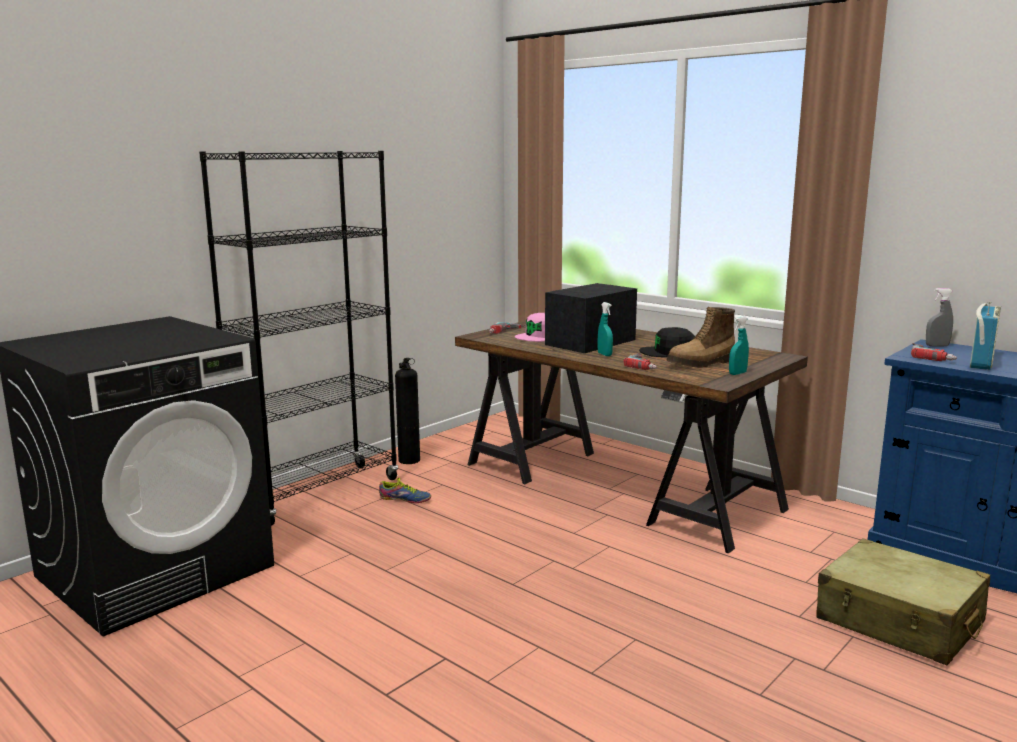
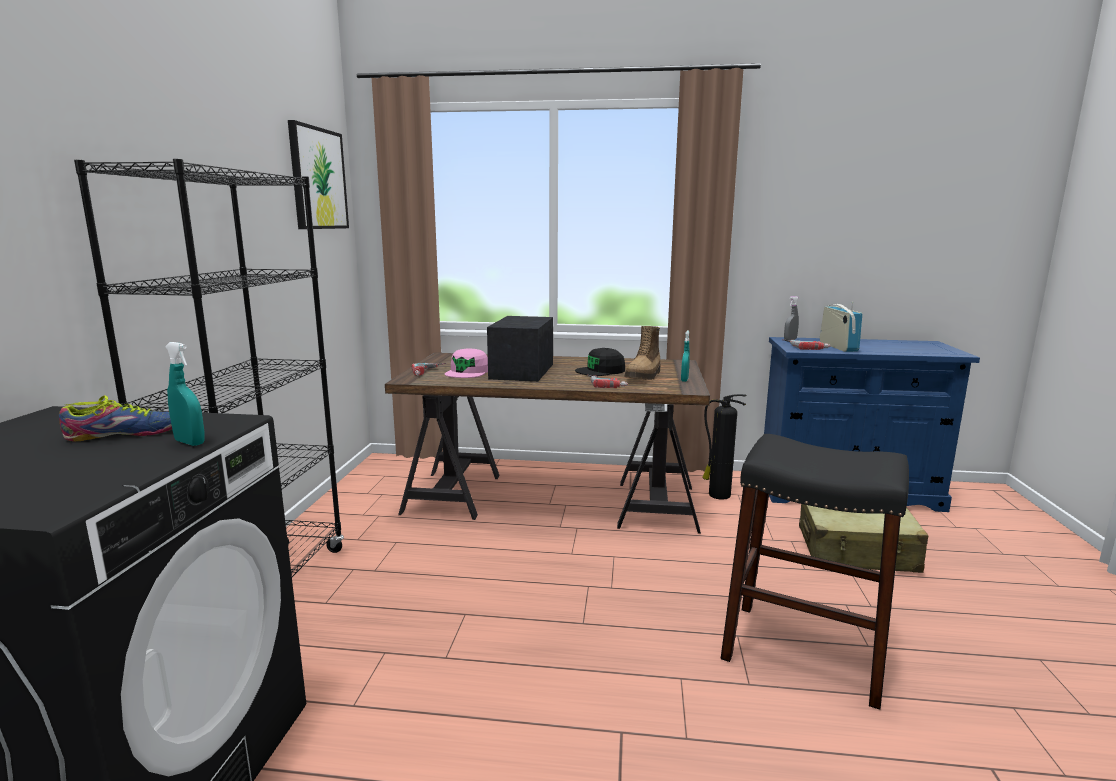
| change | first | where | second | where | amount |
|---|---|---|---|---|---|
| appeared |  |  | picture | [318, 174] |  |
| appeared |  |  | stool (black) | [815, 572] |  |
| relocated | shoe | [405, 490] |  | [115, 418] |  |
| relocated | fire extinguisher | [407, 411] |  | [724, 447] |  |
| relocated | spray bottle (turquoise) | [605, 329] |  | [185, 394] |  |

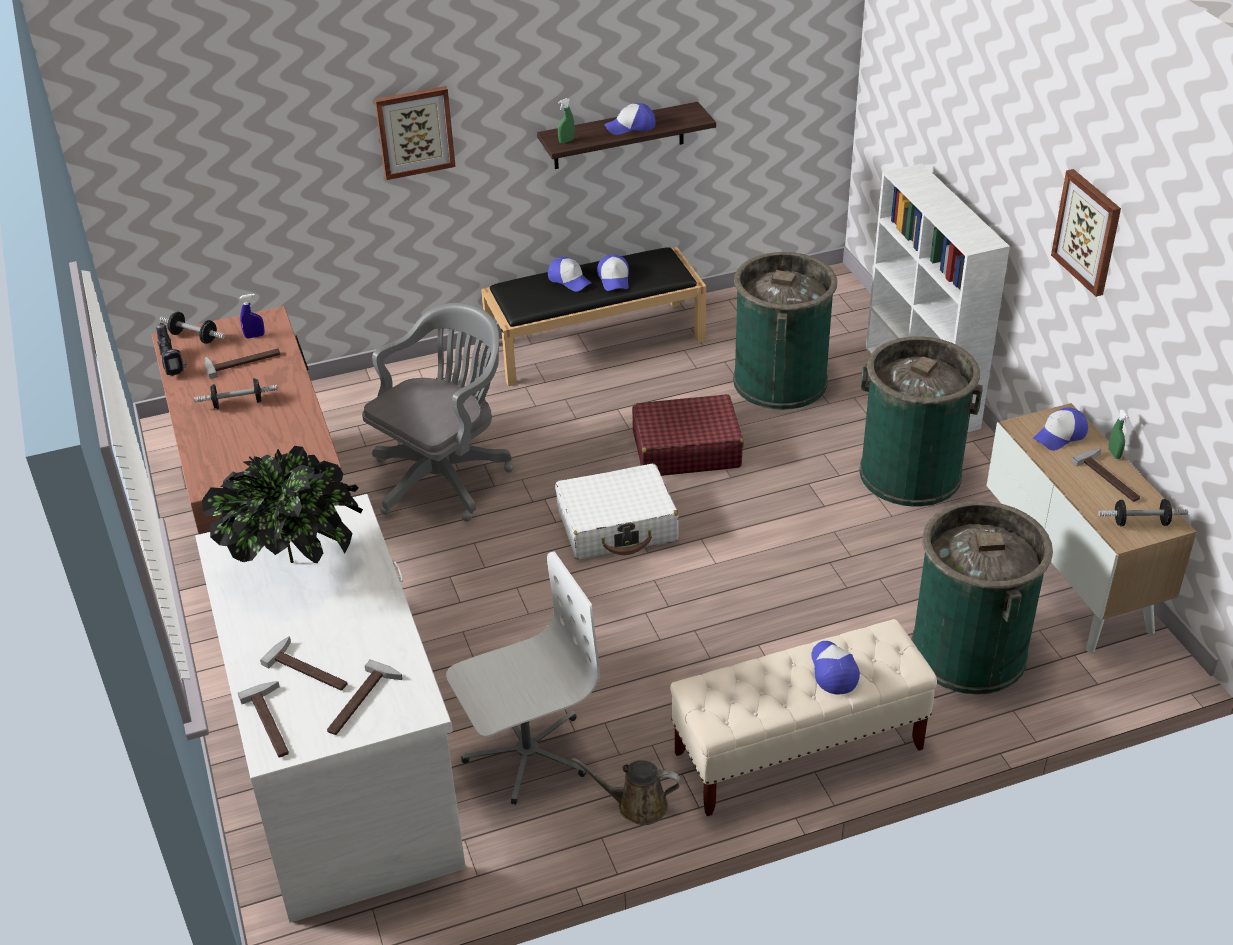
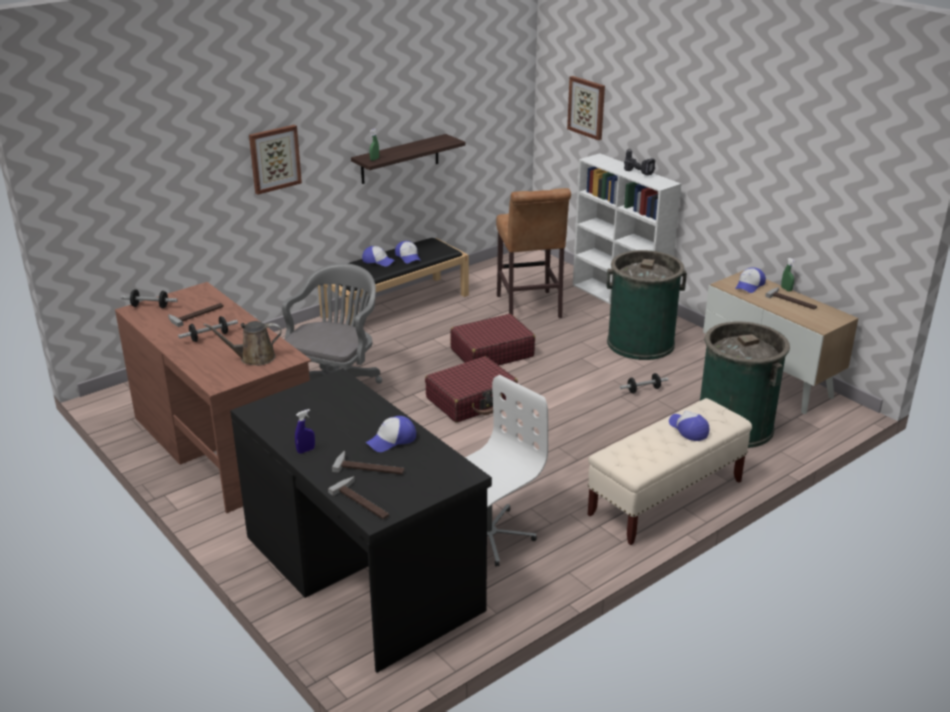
| change | first | where | second | where | amount |
|---|---|---|---|---|---|
| missing | potted plant | [282, 504] |  |  |  |
| missing | hammer | [365, 697] |  |  |  |
| relocated | power drill | [171, 349] |  | [639, 162] |  |
| relocated | spray bottle (blue) | [252, 316] |  | [305, 431] |  |
| relocated | watering can (brown) | [626, 791] |  | [242, 343] |  |
| relocated | cap | [630, 119] |  | [391, 434] |  |
| relocated | picture | [1086, 233] |  | [586, 108] |  |
| relocated | dumbbell | [1143, 513] |  | [644, 383] |  |
| exchanged | trash can (green) | [785, 331] | stool (brown) | [533, 253] |  |
| colour | desk (white) | [330, 708] | desk (black) | [361, 520] |  |
| colour | suitcase (white) | [617, 512] | suitcase (red) | [471, 389] |  |

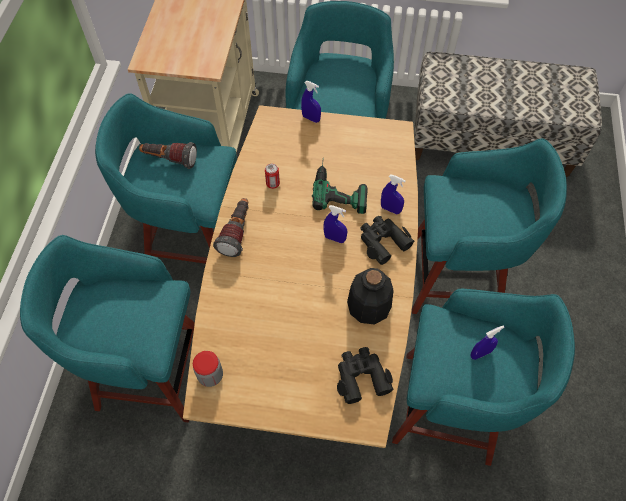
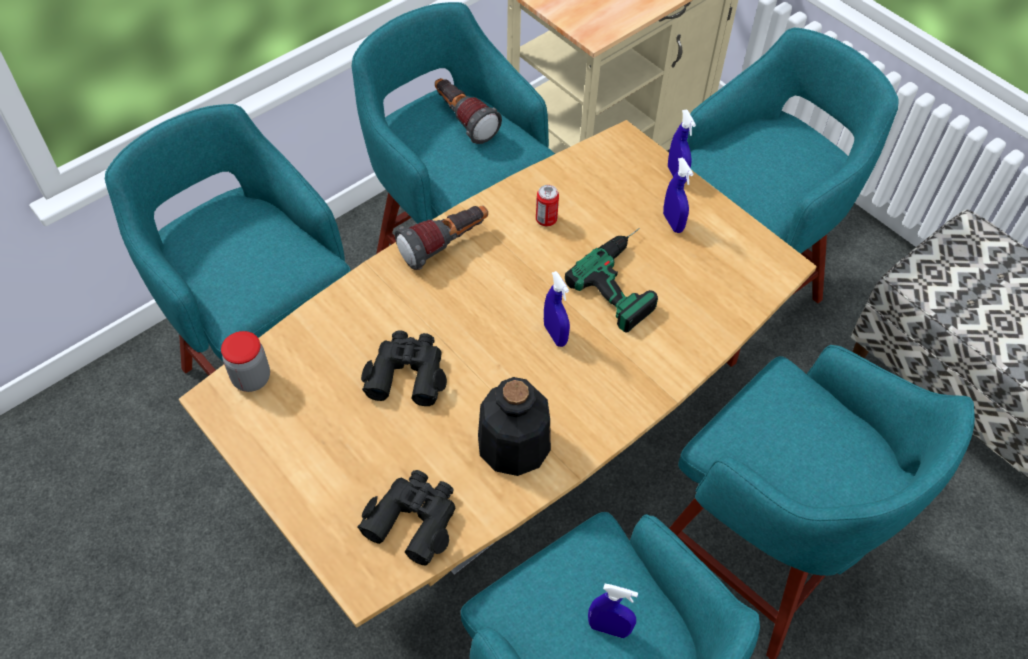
| change | first | where | second | where | amount |
|---|---|---|---|---|---|
| relocated | binoculars (black) | [387, 240] |  | [404, 368] |  |
| relocated | spray bottle (blue) | [393, 194] |  | [678, 195] |  |

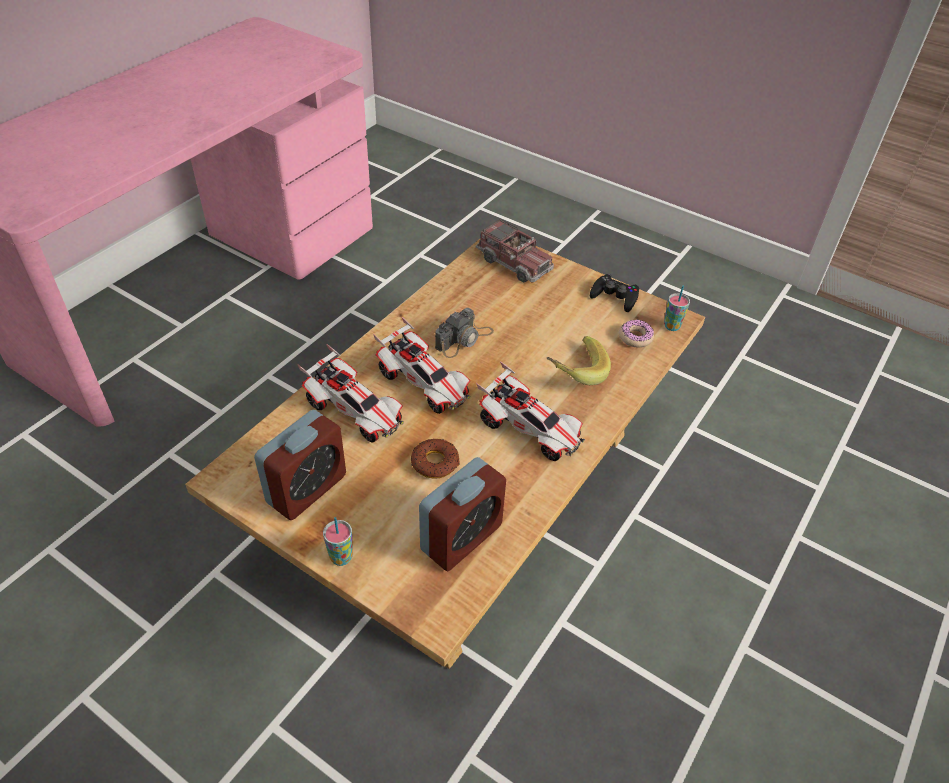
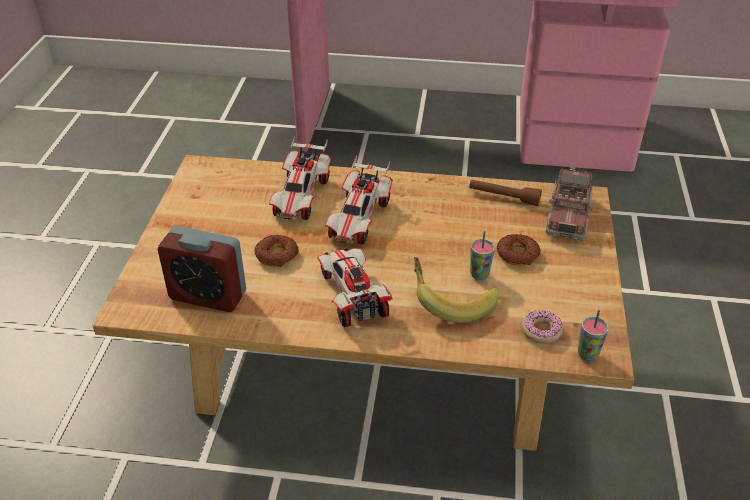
| change | first | where | second | where | amount |
|---|---|---|---|---|---|
| missing | alarm clock | [300, 465] |  |  |  |
| missing | photo camera | [464, 333] |  |  |  |
| missing | game controller (black) | [614, 293] |  |  |  |
| appeared |  |  | flashlight (brown) | [505, 192] |  |
| appeared |  |  | donut | [519, 250] |  |
| relocated | cup | [338, 541] |  | [482, 255] |  |
| spun | toy car | [530, 411] |  | [355, 287] | 150 degrees clockwise |

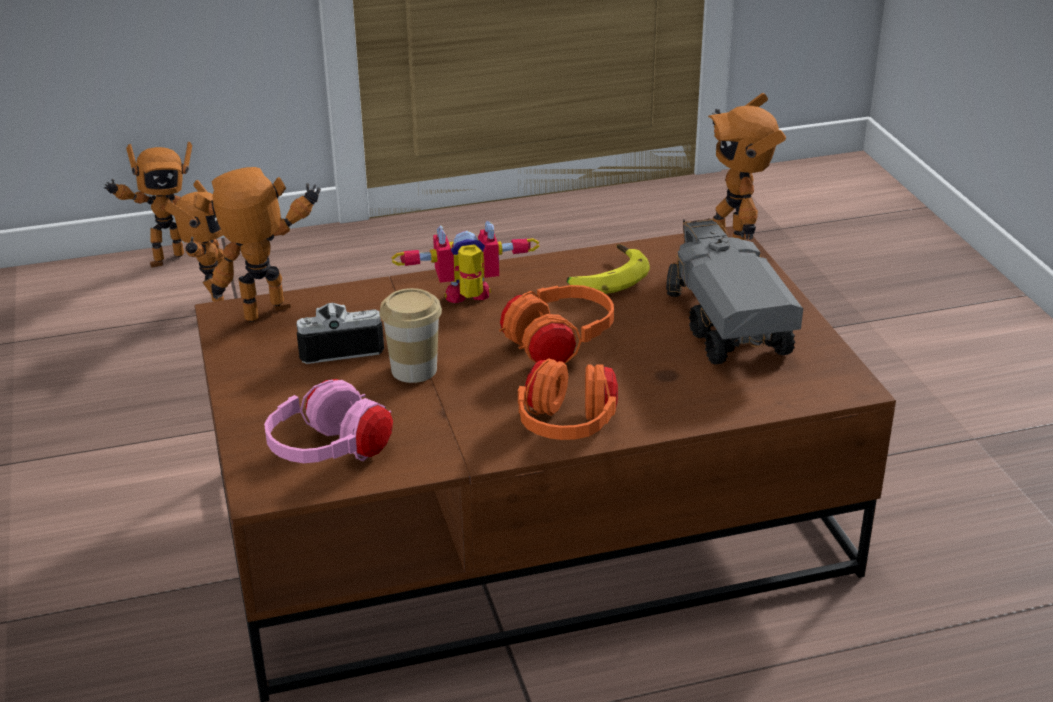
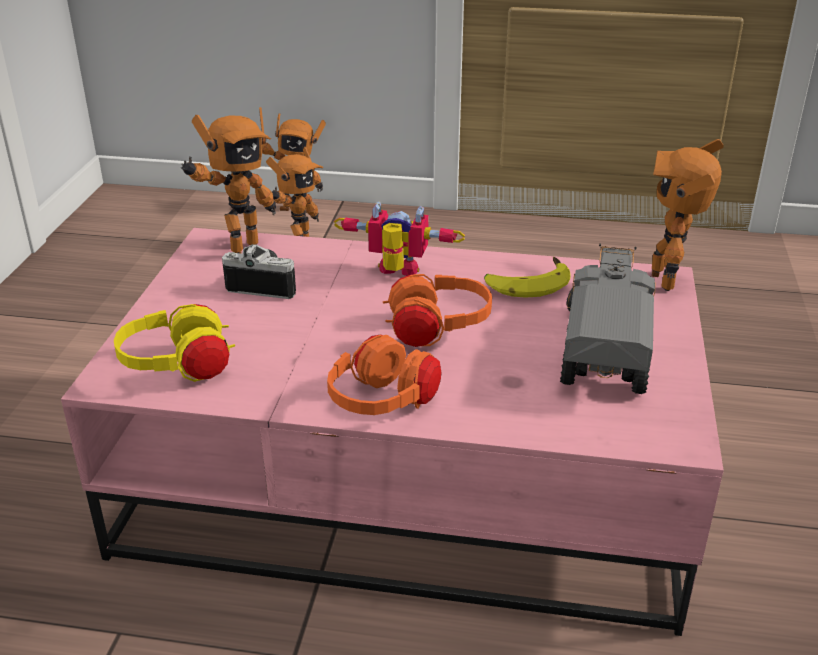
| change | first | where | second | where | amount |
|---|---|---|---|---|---|
| missing | cup | [410, 335] |  |  |  |
| colour | coffee table (brown) | [545, 464] | coffee table (pink) | [392, 432] |  |
| colour | headphones (pink) | [328, 421] | headphones (yellow) | [174, 343] |  |
| spun | toy robot | [257, 244] |  | [228, 180] | 135 degrees clockwise |

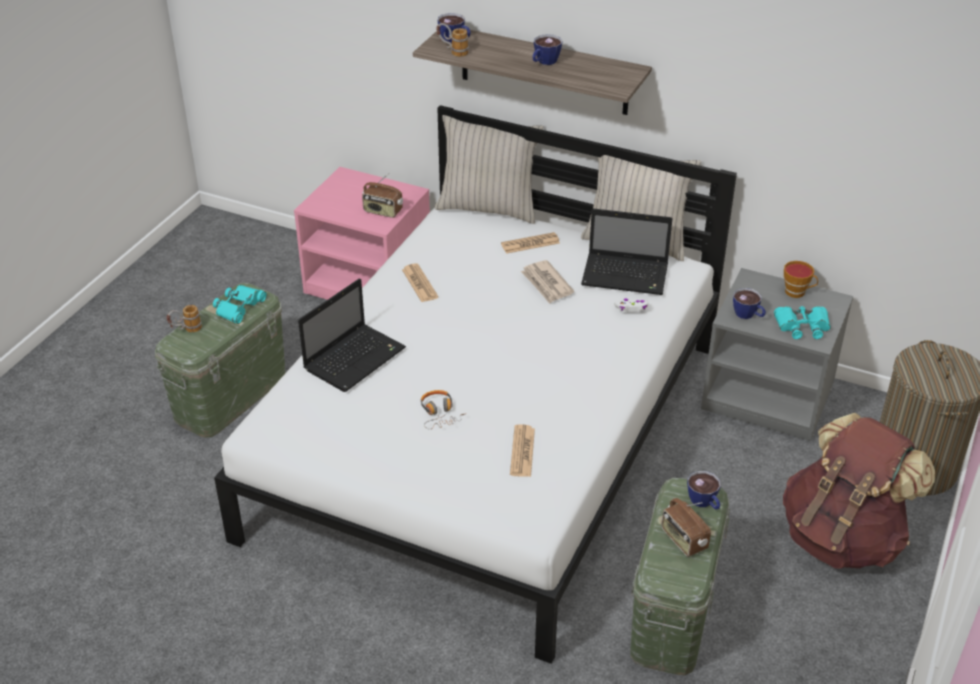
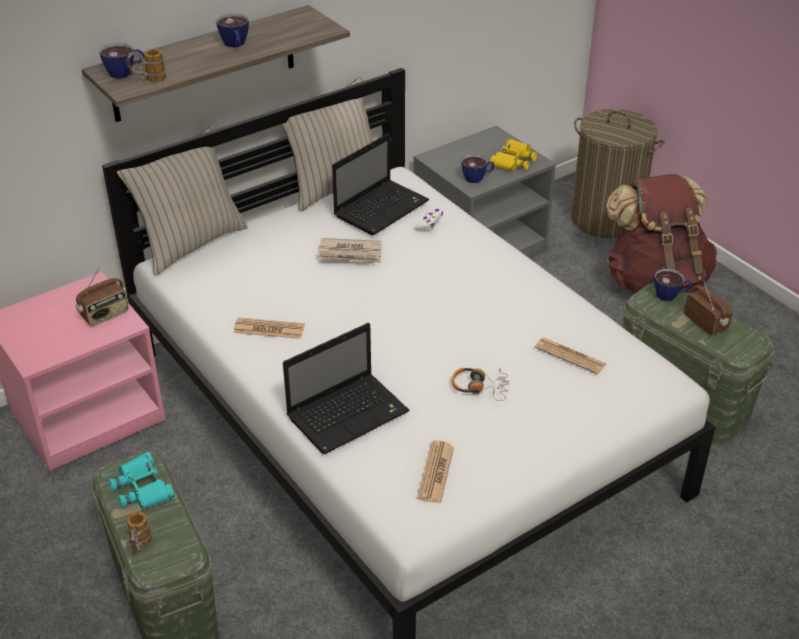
| change | first | where | second | where | amount |
|---|---|---|---|---|---|
| missing | cup | [801, 279] |  |  |  |
| relocated | newspaper | [530, 243] |  | [435, 472] |  |
| colour | binoculars (turquoise) | [802, 322] | binoculars (yellow) | [513, 155] |  |
| spun | laptop | [352, 335] |  | [346, 388] | 75 degrees clockwise |
| spun | radio | [686, 527] |  | [708, 308] | 120 degrees counterclockwise |

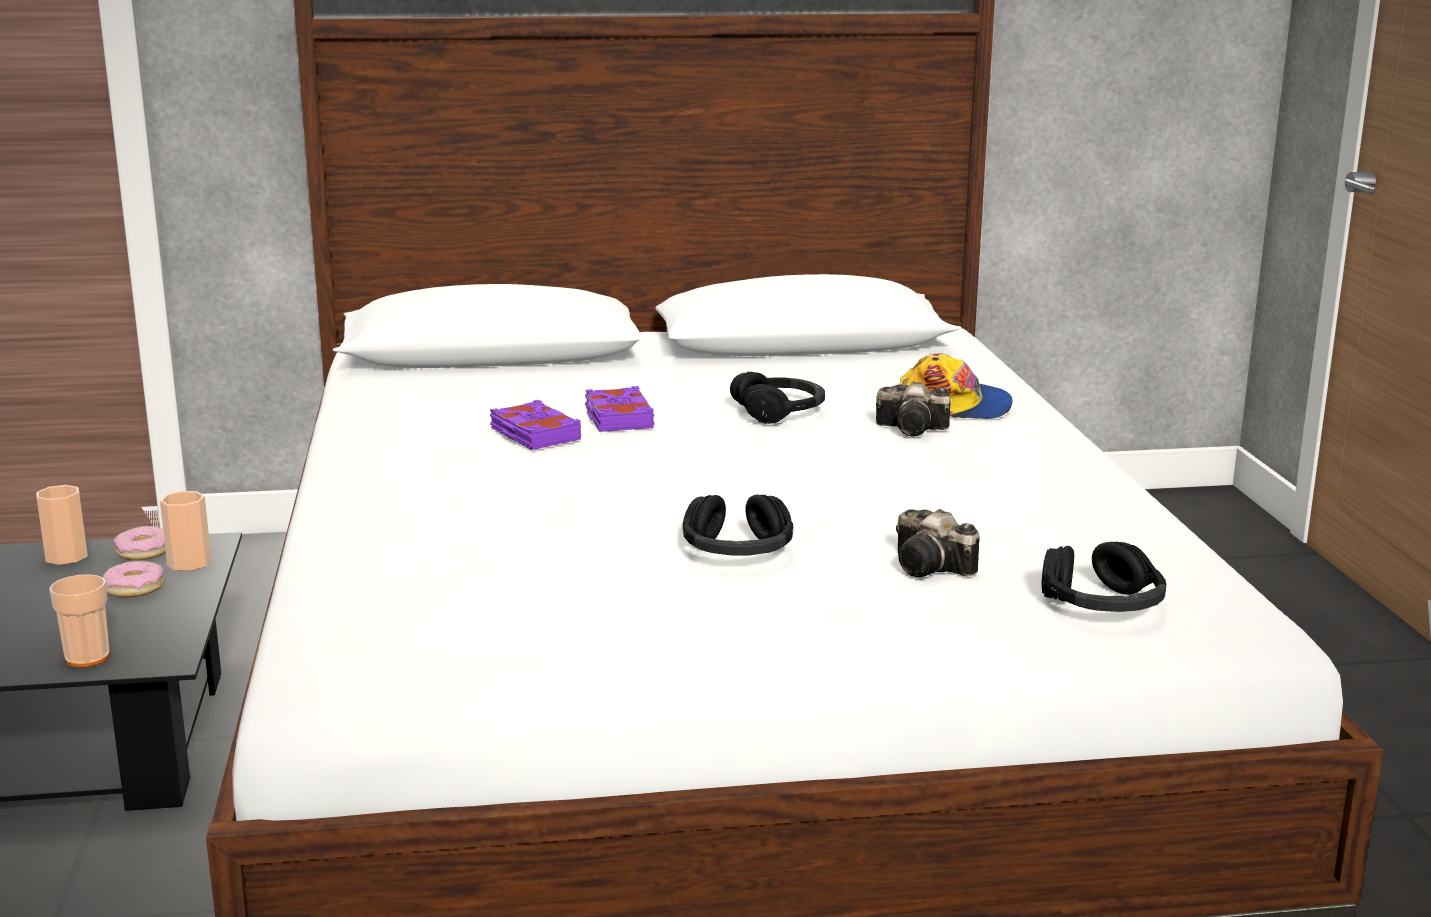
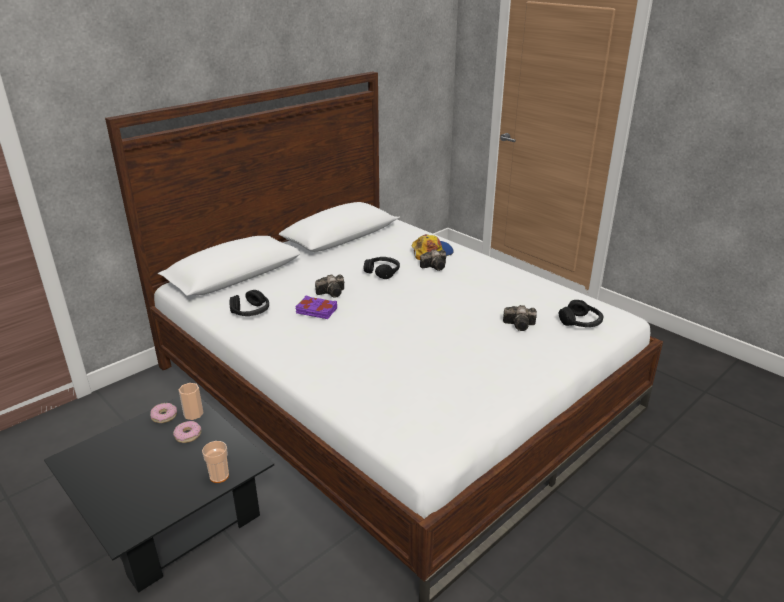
| change | first | where | second | where | amount |
|---|---|---|---|---|---|
| missing | cup | [62, 525] |  |  |  |
| relocated | headphones (black) | [738, 525] |  | [249, 303] |  |
| exchanged | book (purple) | [619, 409] | photo camera | [329, 286] |  |

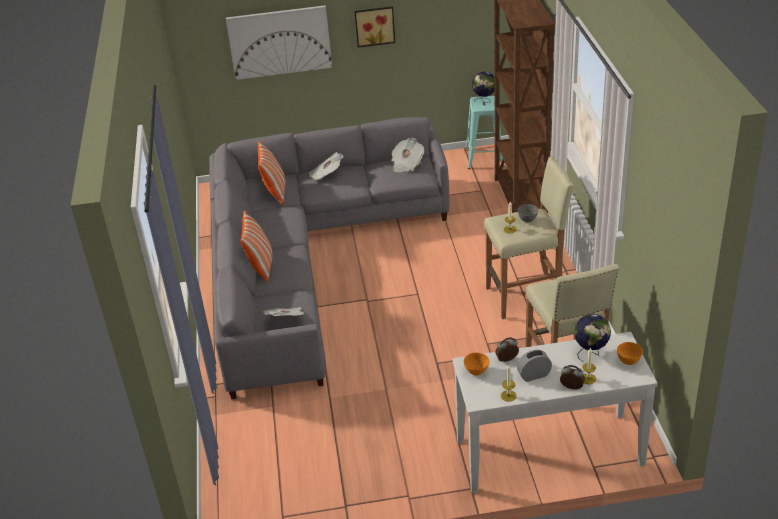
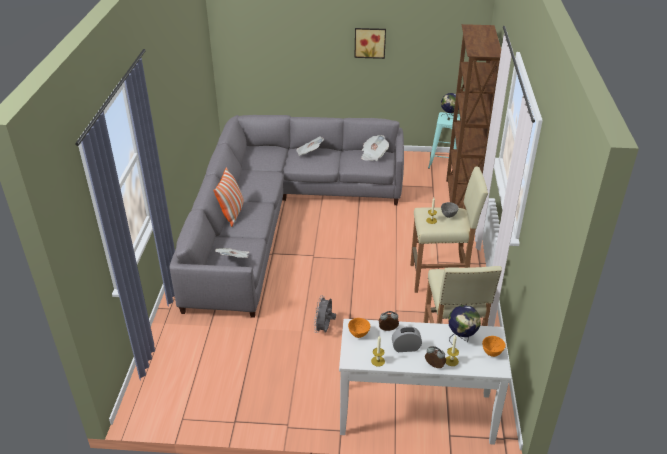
| change | first | where | second | where | amount |
|---|---|---|---|---|---|
| missing | picture | [279, 42] |  |  |  |
| missing | pillow | [272, 172] |  |  |  |
| appeared |  |  | fan (grey) | [325, 314] |  |

